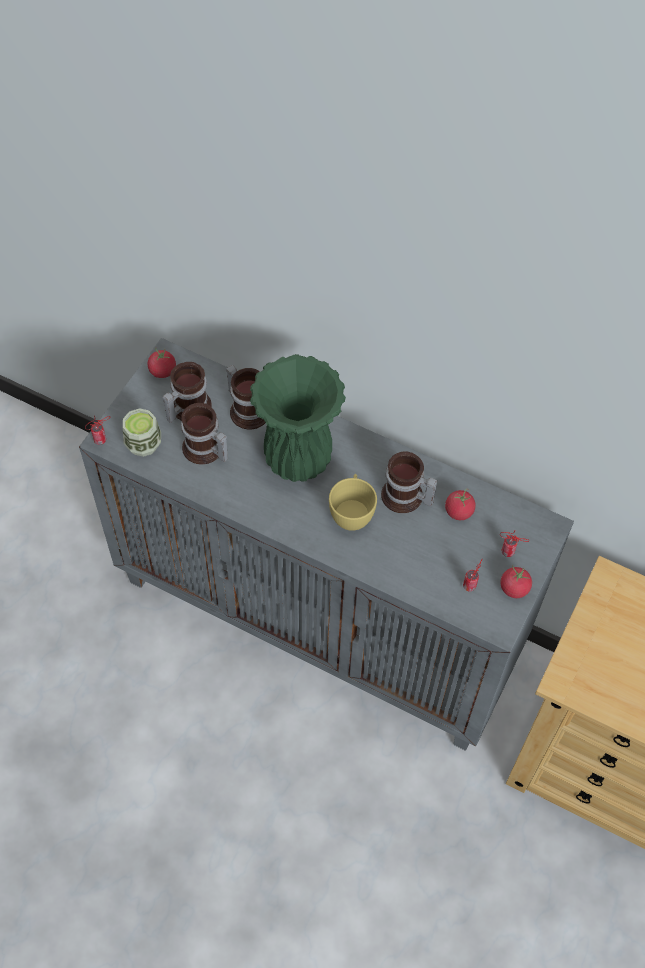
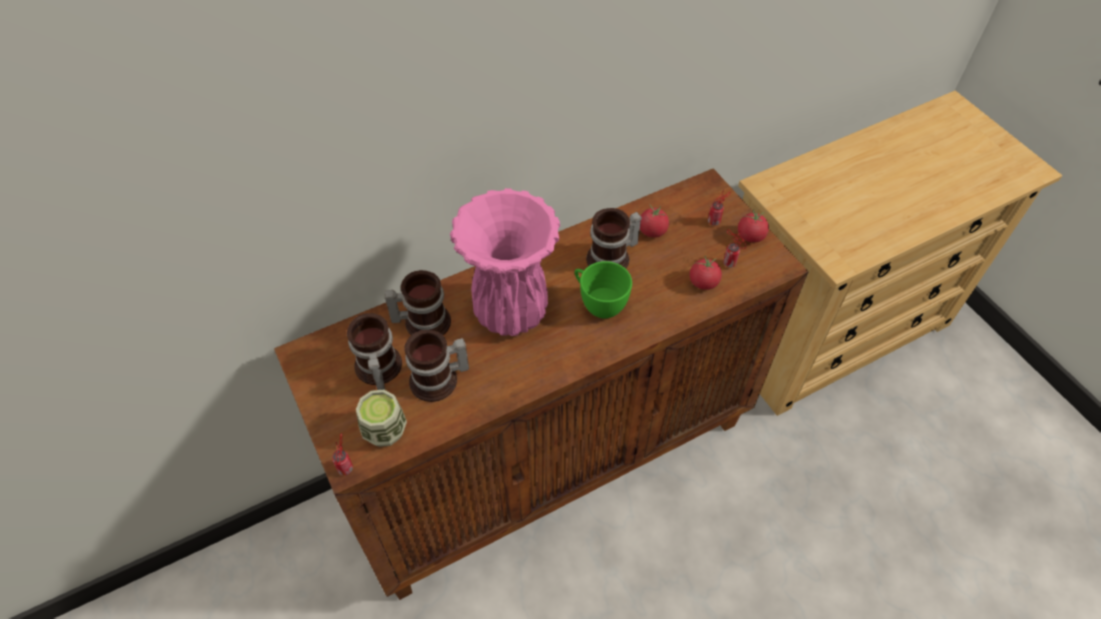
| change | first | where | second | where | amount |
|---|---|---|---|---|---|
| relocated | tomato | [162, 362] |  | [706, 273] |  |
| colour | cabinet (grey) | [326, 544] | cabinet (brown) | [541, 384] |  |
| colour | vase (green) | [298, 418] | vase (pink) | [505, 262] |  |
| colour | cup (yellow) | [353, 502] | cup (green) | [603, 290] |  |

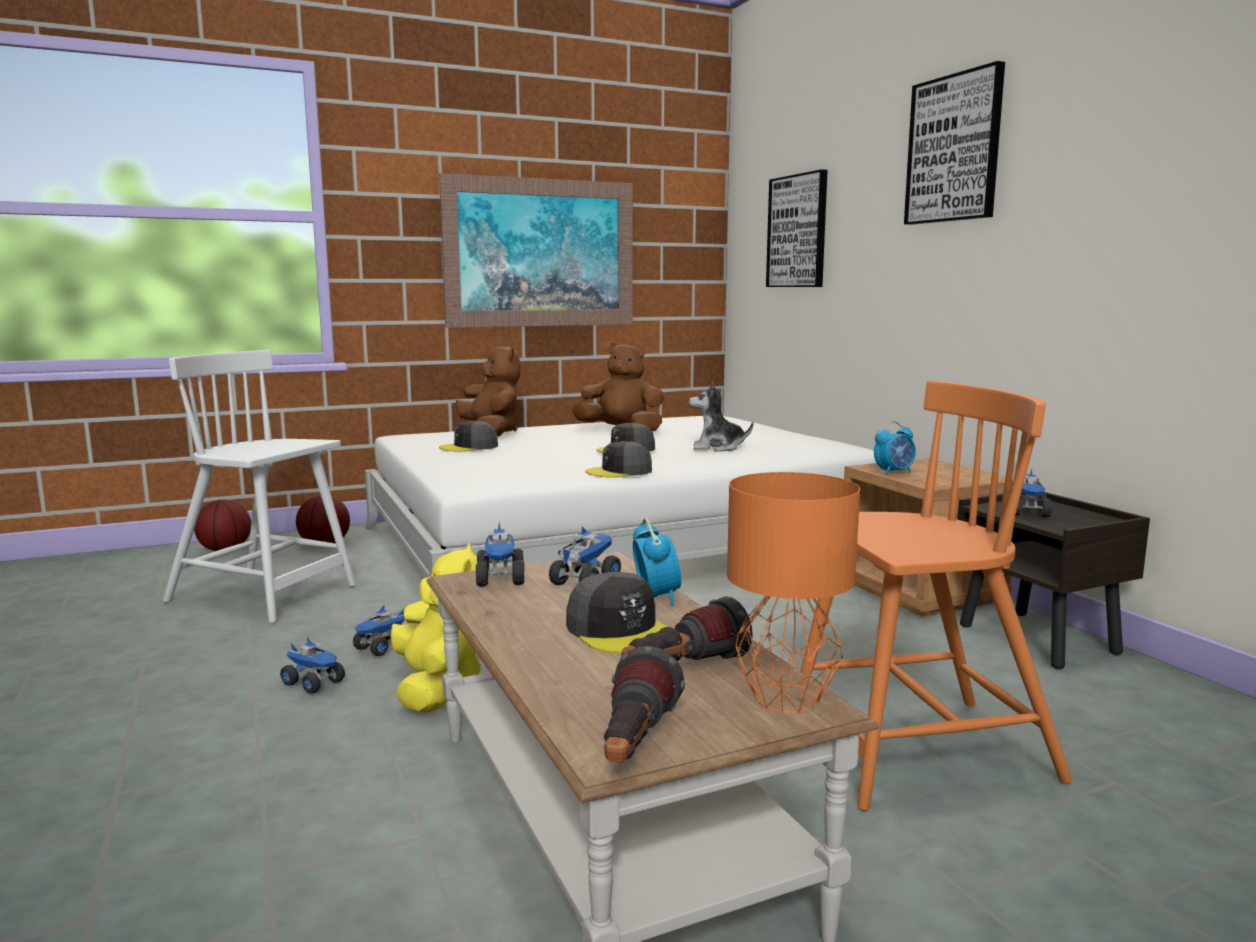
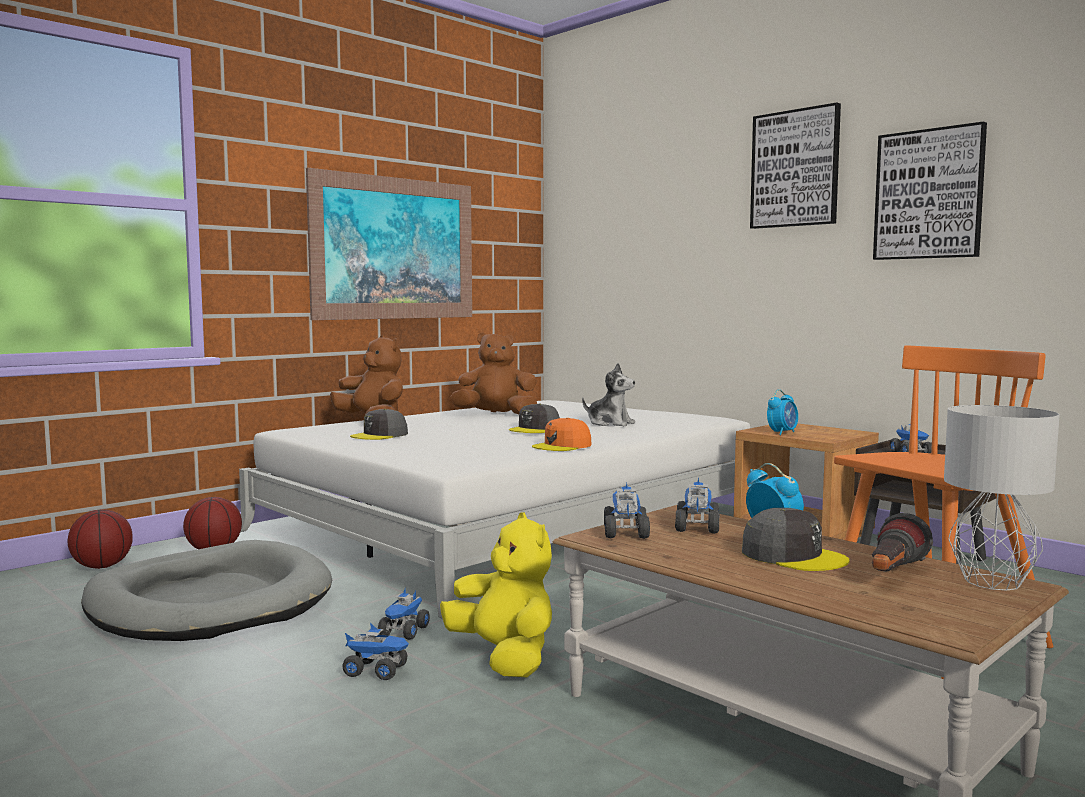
| change | first | where | second | where | amount |
|---|---|---|---|---|---|
| missing | flashlight | [644, 704] |  |  |  |
| relocated | picture | [797, 228] |  | [930, 190] |  |
| exchanged | chair (white) | [259, 486] | dog bed (grey) | [206, 590] |  |
| colour | cap (grey) | [618, 459] | cap (orange) | [562, 434] |  |
| colour | table lamp (orange) | [793, 592] | table lamp (grey) | [1002, 498] |  |
| spun | toy truck | [500, 555] |  | [627, 511] | 150 degrees counterclockwise |
| spun | plush toy | [721, 417] |  | [608, 395] | 135 degrees counterclockwise |

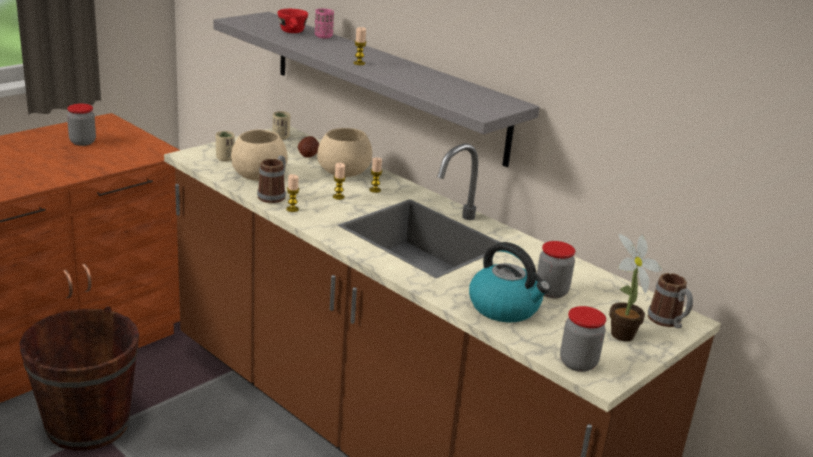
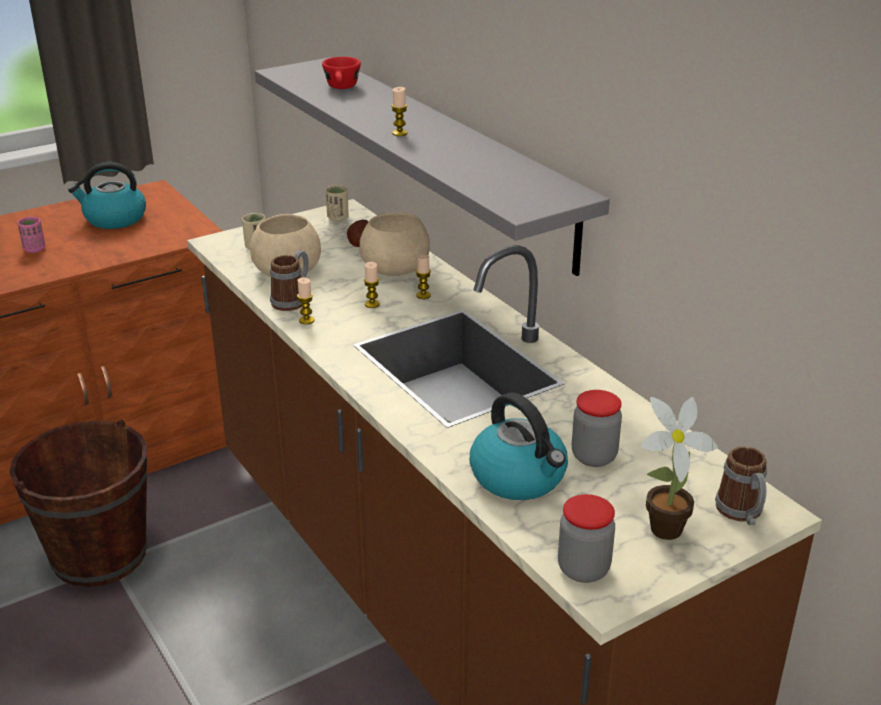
| change | first | where | second | where | amount |
|---|---|---|---|---|---|
| relocated | cup (pink) | [324, 23] |  | [31, 235] |  |
| exchanged | jar | [81, 124] | kettle | [107, 195] |  |

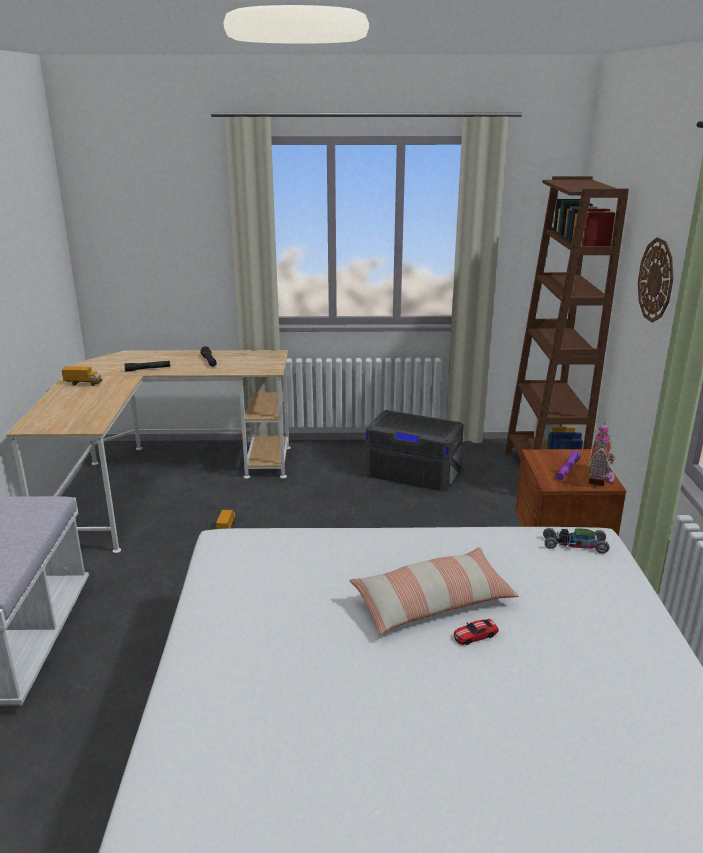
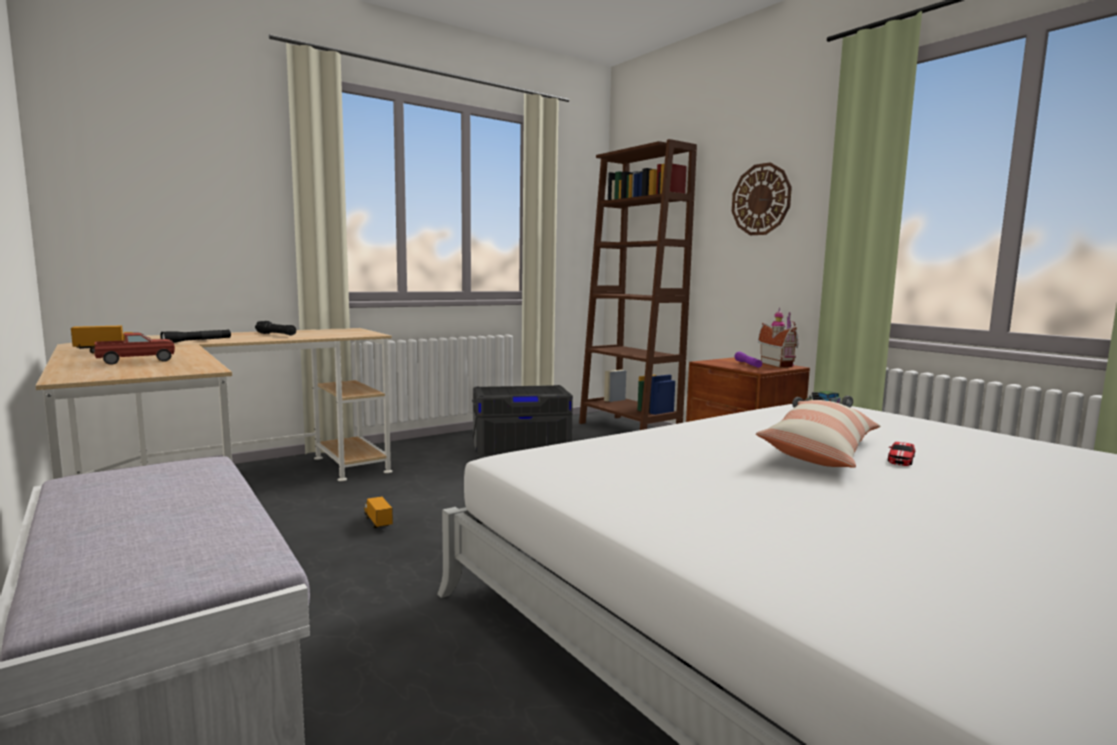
| change | first | where | second | where | amount |
|---|---|---|---|---|---|
| appeared |  |  | toy truck | [134, 348] |  |

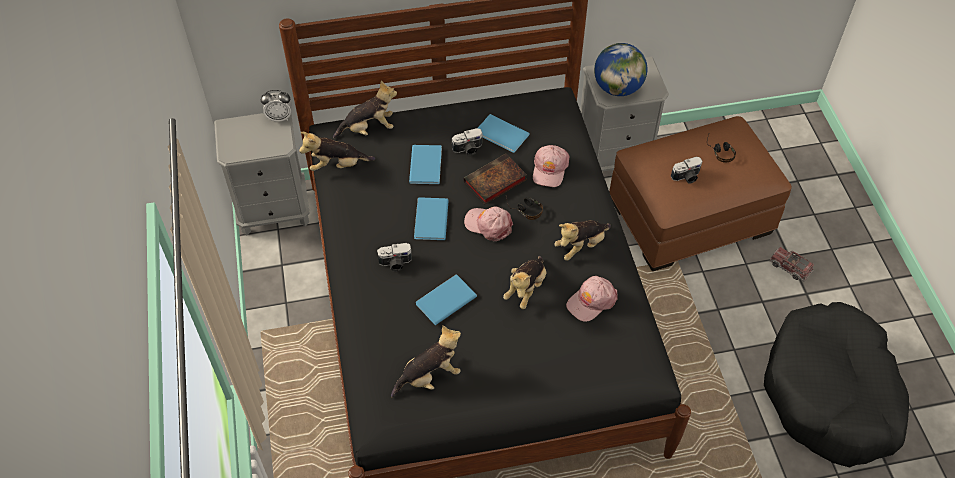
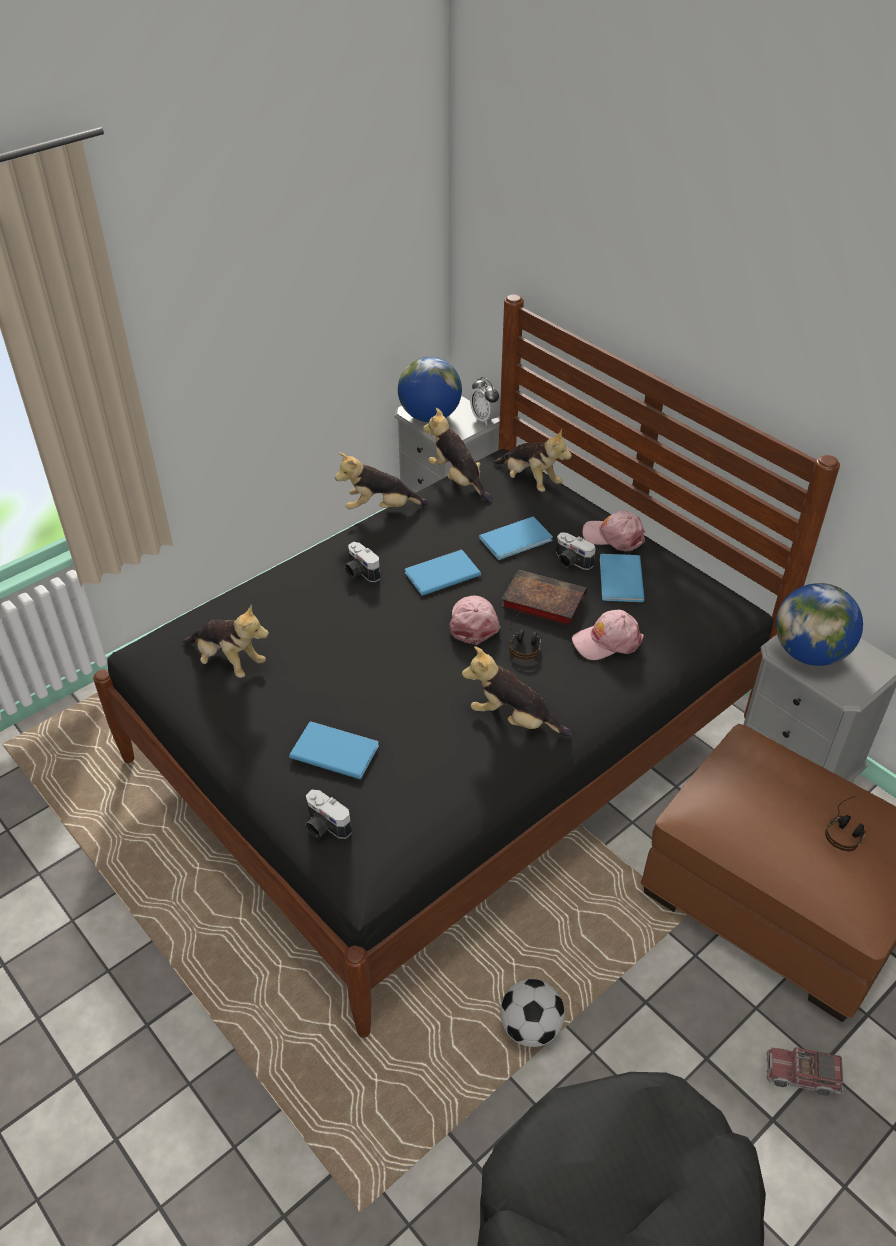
| change | first | where | second | where | amount |
|---|---|---|---|---|---|
| appeared |  |  | globe | [430, 389] |  |
| appeared |  |  | football | [532, 1013] |  |
| relocated | book (blue) | [446, 300] |  | [334, 750] |  |
| relocated | plush toy | [524, 282] |  | [382, 481] |  |
| relocated | cap (pink) | [592, 299] |  | [614, 531] |  |
| relocated | photo camera | [687, 170] |  | [329, 814] |  |
| spun | toy truck | [791, 264] |  | [805, 1071] | 90 degrees counterclockwise |

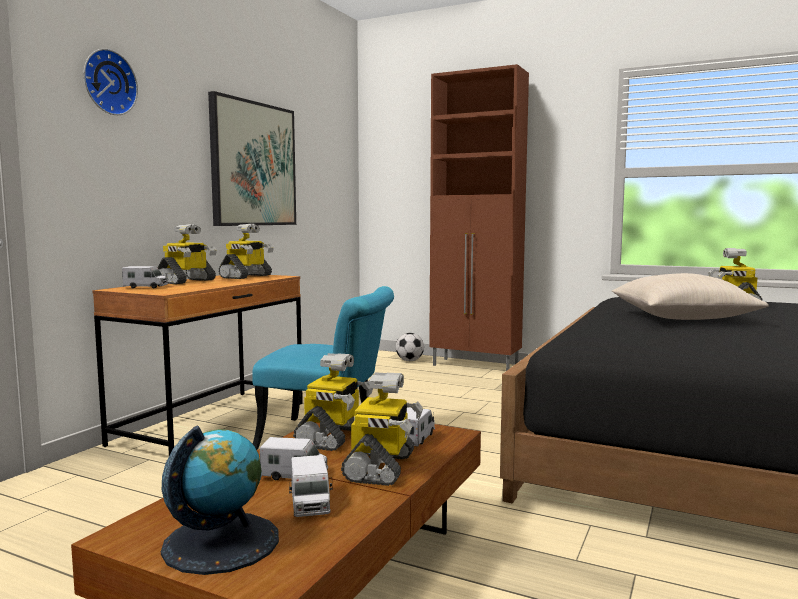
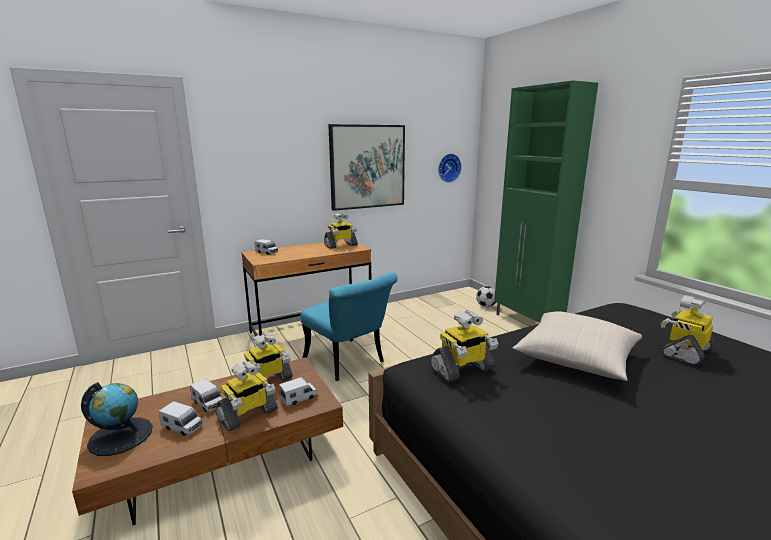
| change | first | where | second | where | amount |
|---|---|---|---|---|---|
| relocated | wall clock | [111, 82] |  | [450, 168] |  |
| relocated | toy robot | [187, 254] |  | [464, 346] |  |
| colour | cabinet (brown) | [479, 217] | cabinet (green) | [546, 202] |  |
| spun | toy truck | [310, 486] |  | [181, 418] | 90 degrees counterclockwise |

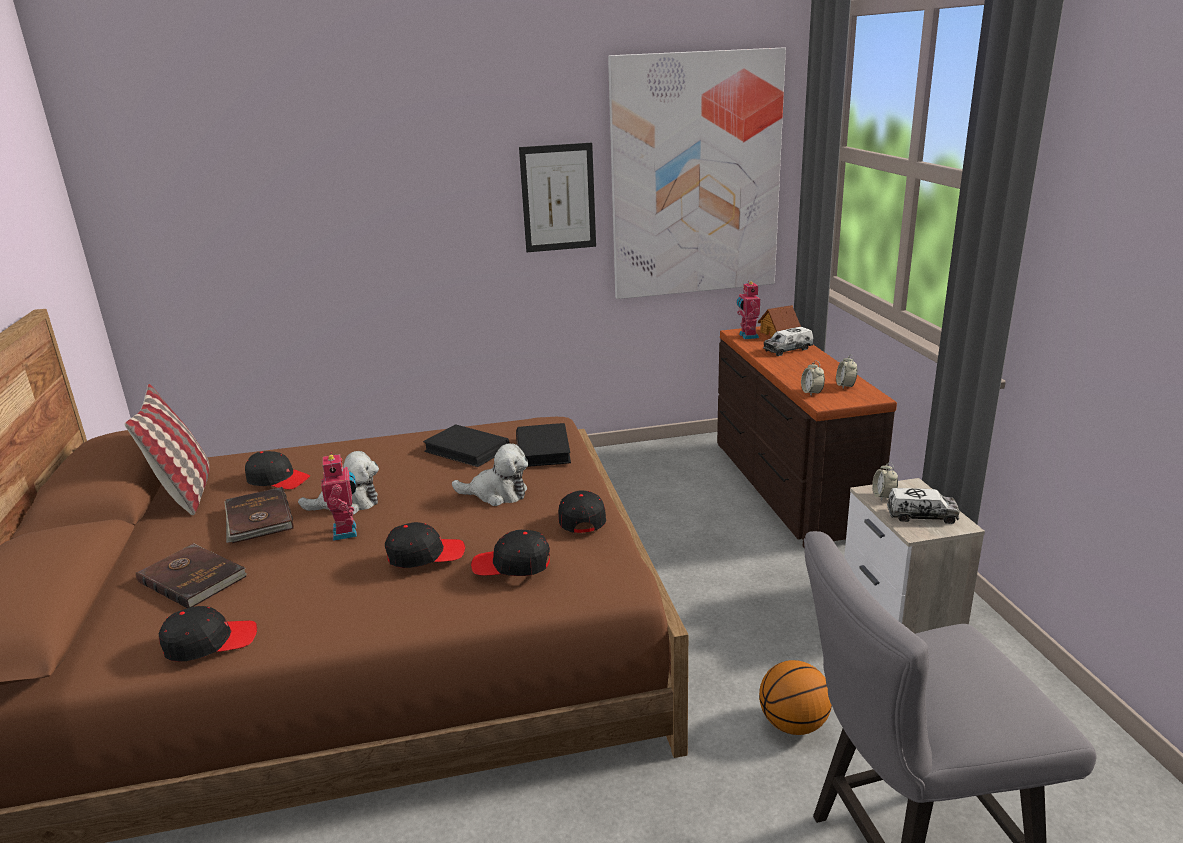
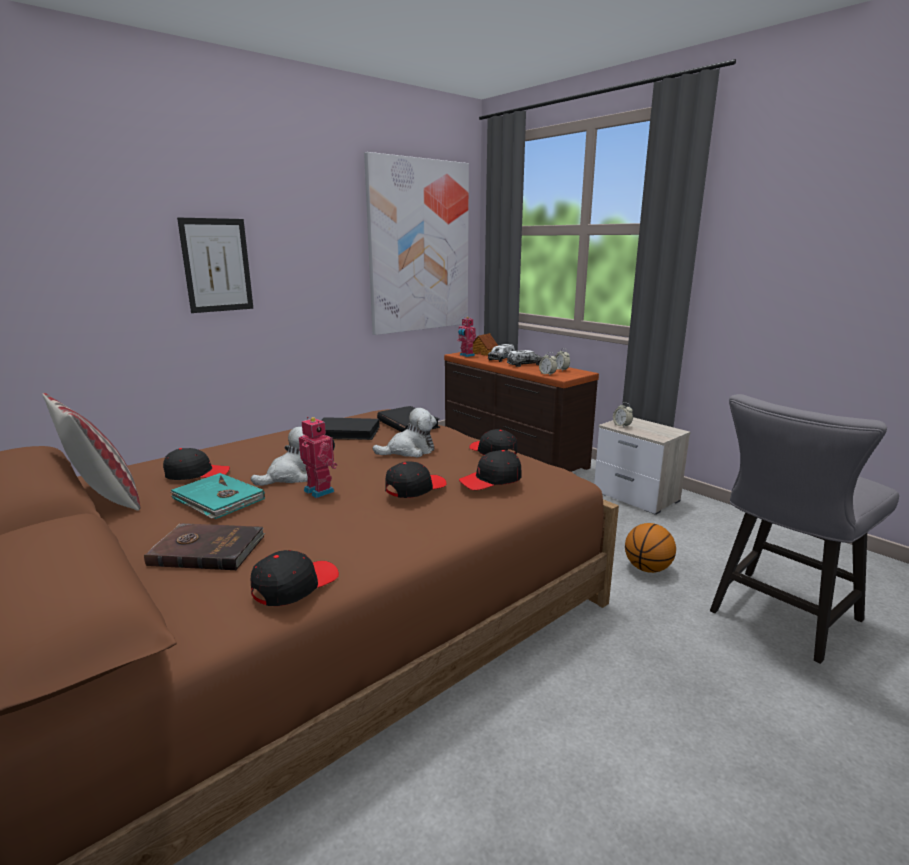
| change | first | where | second | where | amount |
|---|---|---|---|---|---|
| relocated | picture | [557, 197] |  | [215, 265] |  |
| relocated | toy truck | [923, 506] |  | [525, 358] |  |
| colour | book (brown) | [259, 515] | book (turquoise) | [218, 496] |  |

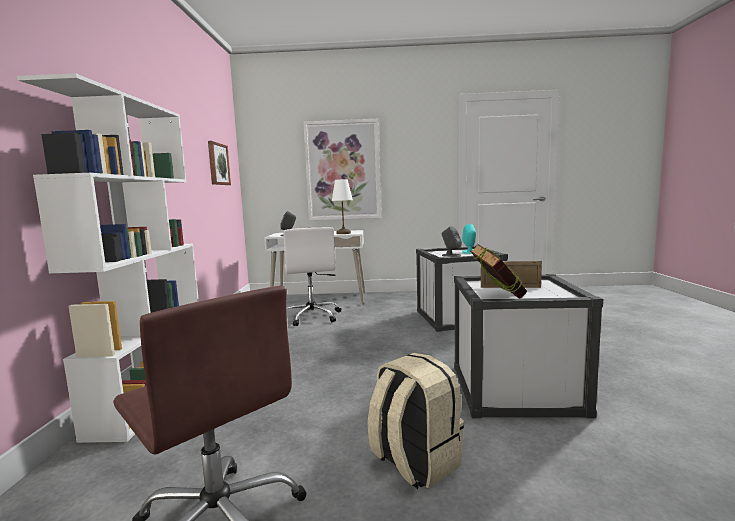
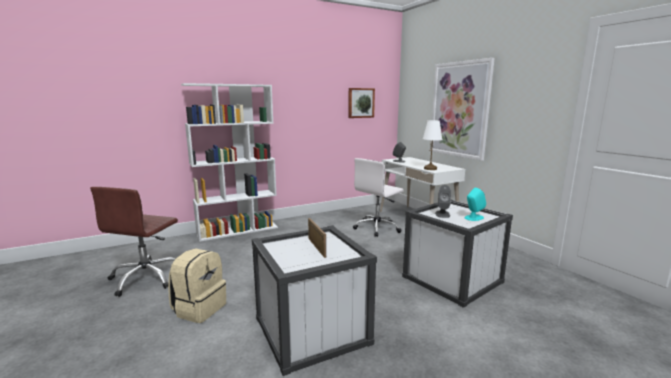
| change | first | where | second | where | amount |
|---|---|---|---|---|---|
| missing | book | [499, 271] |  |  |  |

